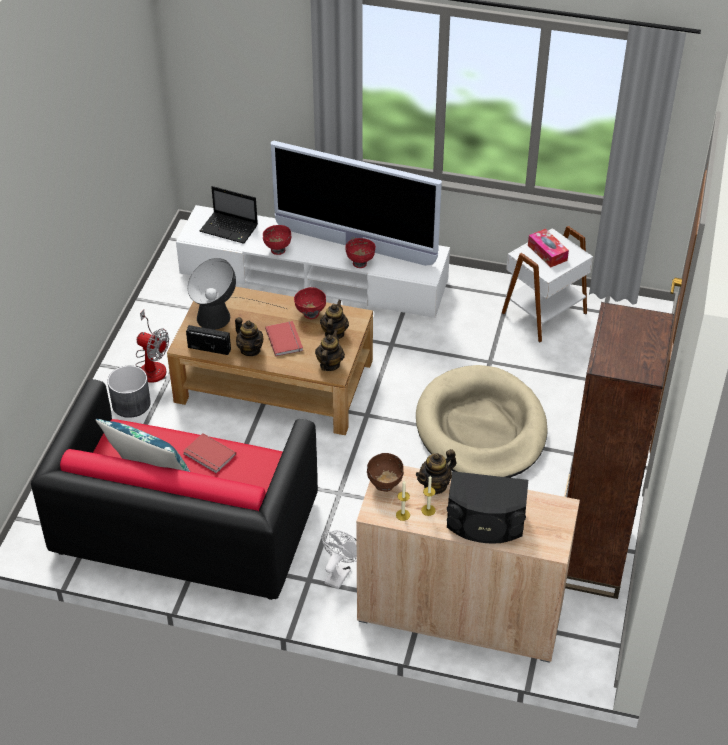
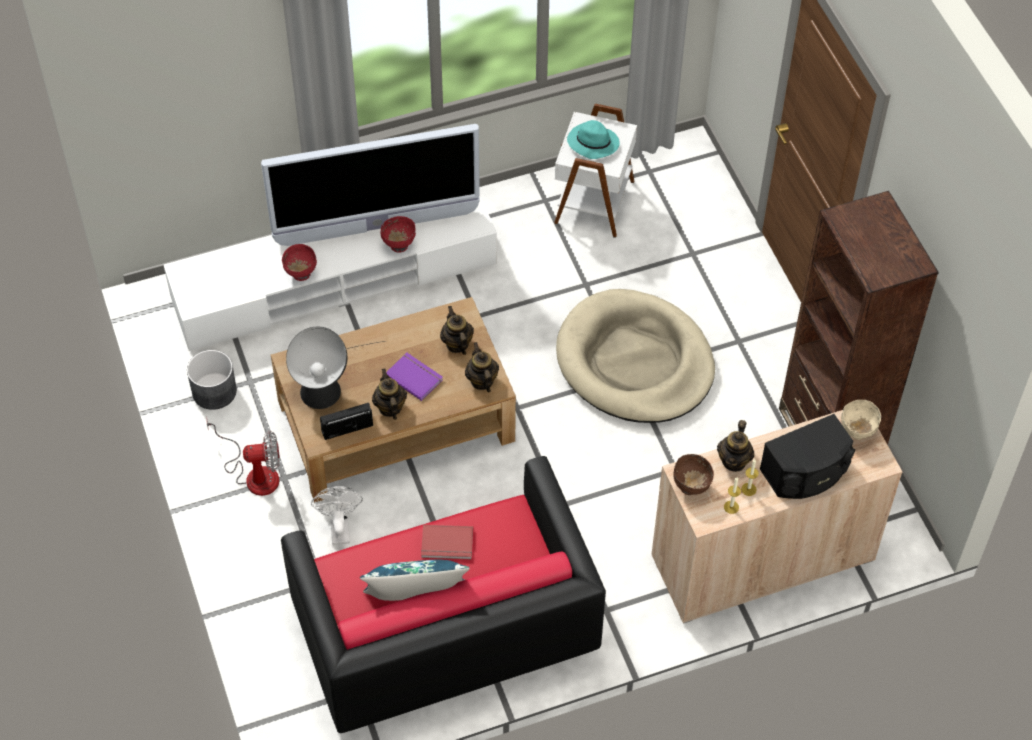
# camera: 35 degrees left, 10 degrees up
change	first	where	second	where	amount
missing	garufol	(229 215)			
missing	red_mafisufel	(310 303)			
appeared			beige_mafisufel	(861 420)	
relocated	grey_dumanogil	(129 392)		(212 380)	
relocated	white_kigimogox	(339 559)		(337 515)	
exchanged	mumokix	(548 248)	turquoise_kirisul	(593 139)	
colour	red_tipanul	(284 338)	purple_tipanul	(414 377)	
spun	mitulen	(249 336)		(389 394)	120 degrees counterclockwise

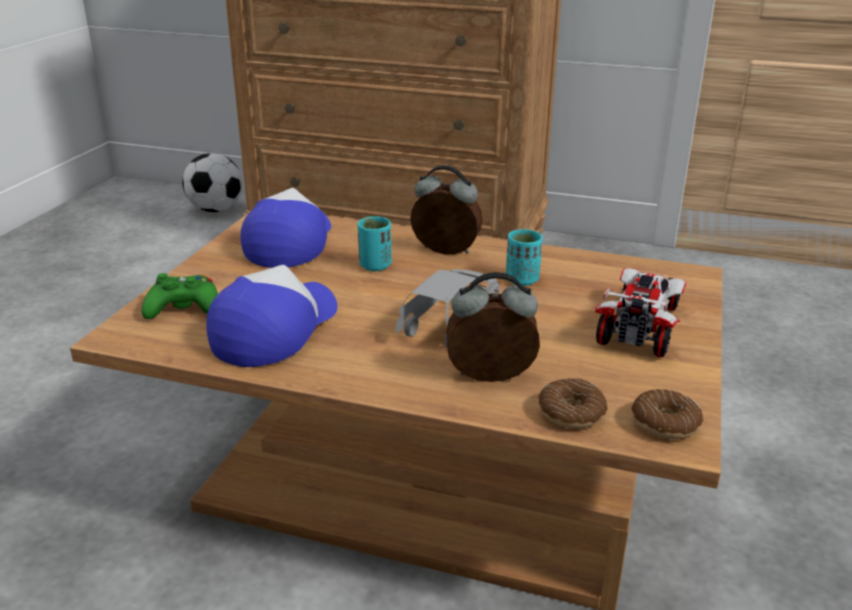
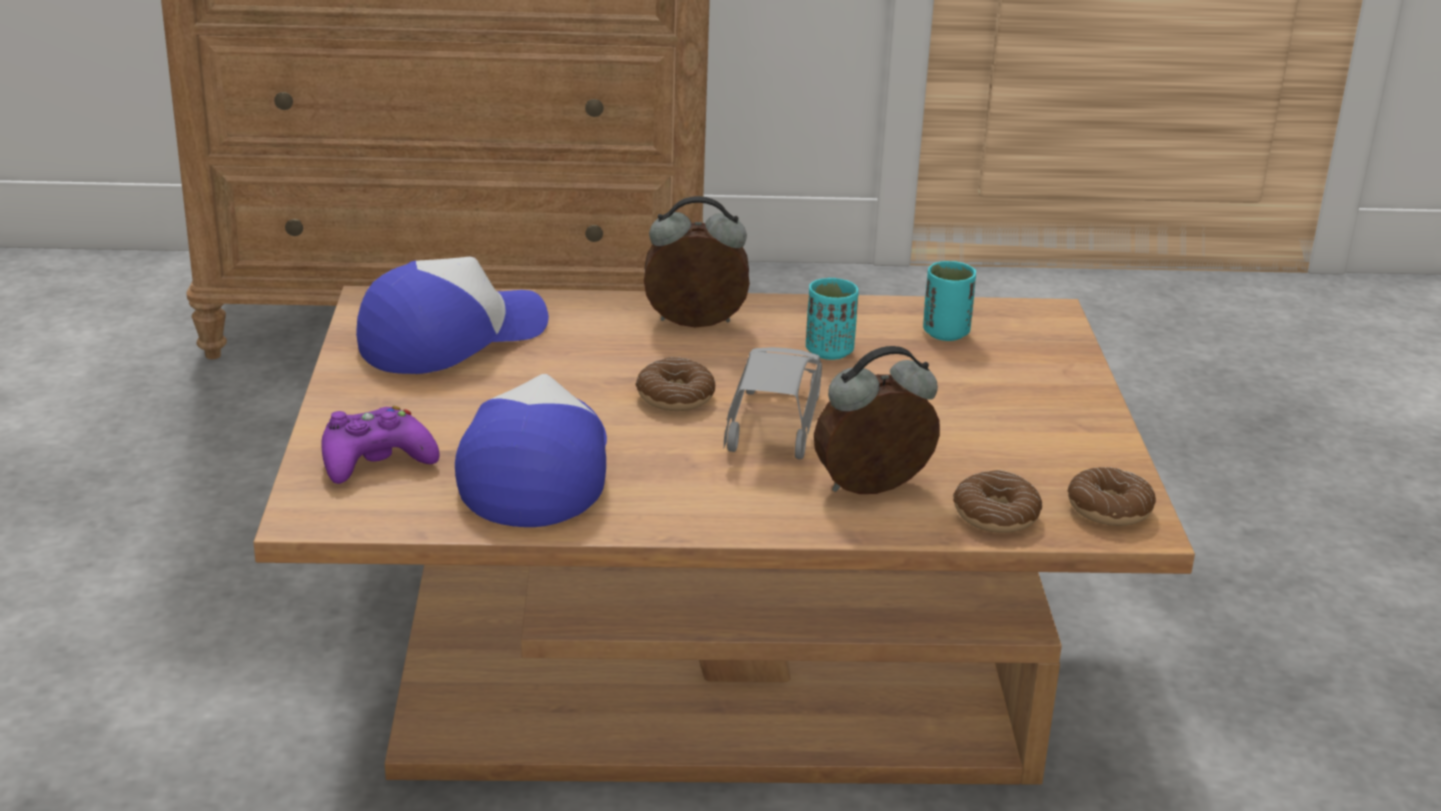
# camera: 20 degrees left, 0 degrees up
change	first	where	second	where	amount
missing	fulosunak	(212 182)			
missing	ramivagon	(641 312)			
appeared			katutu	(675 384)	
relocated	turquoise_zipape	(375 243)		(949 301)	
colour	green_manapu	(180 296)	purple_manapu	(380 445)	
spun	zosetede	(285 228)		(452 315)	60 degrees clockwise

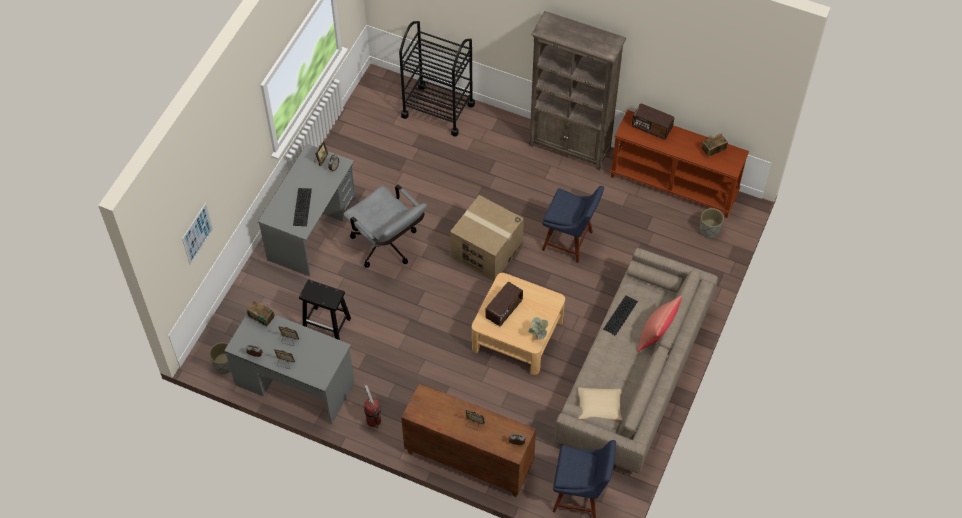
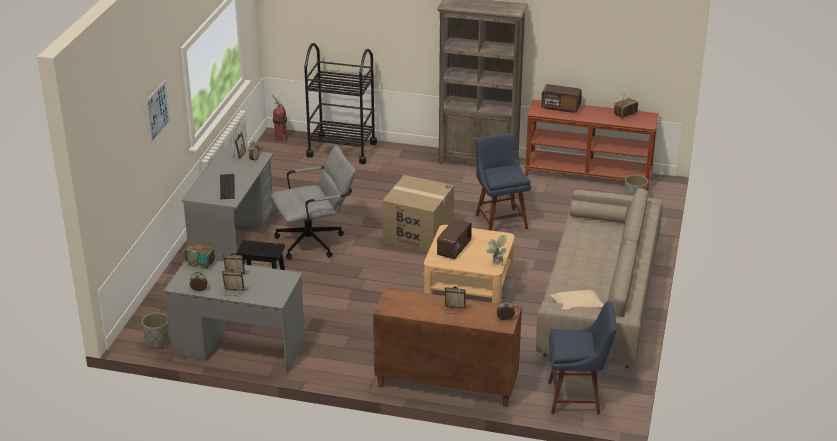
# camera: 10 degrees left, 25 degrees down
change	first	where	second	where	amount
missing	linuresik	(620 315)			
missing	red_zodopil	(659 324)			
relocated	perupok	(197 234)		(158 112)	
relocated	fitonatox	(372 407)		(279 118)	
spun	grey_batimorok	(385 226)		(313 202)	60 degrees counterclockwise
spun	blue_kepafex	(573 224)		(503 182)	120 degrees counterclockwise

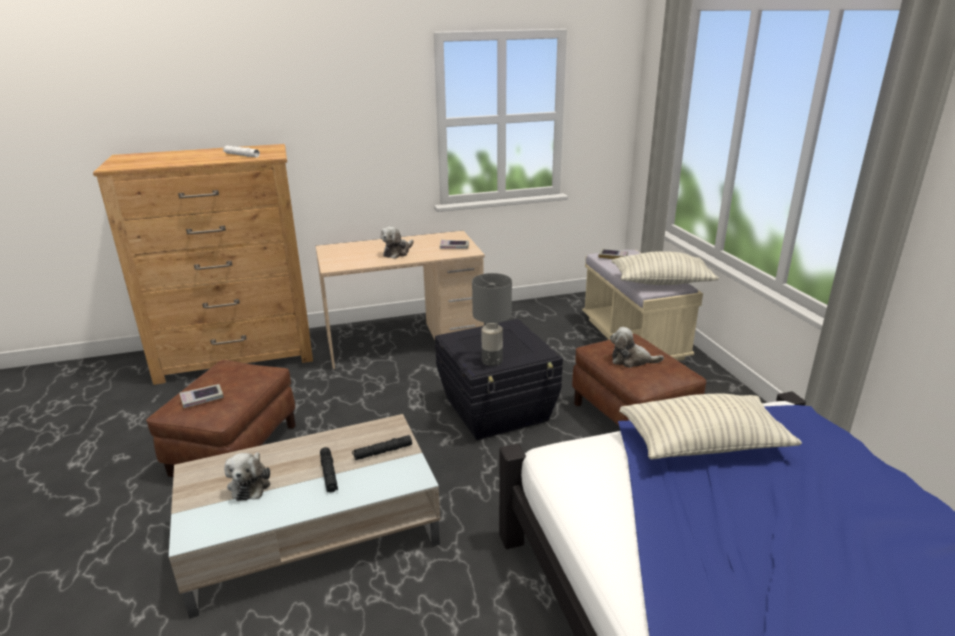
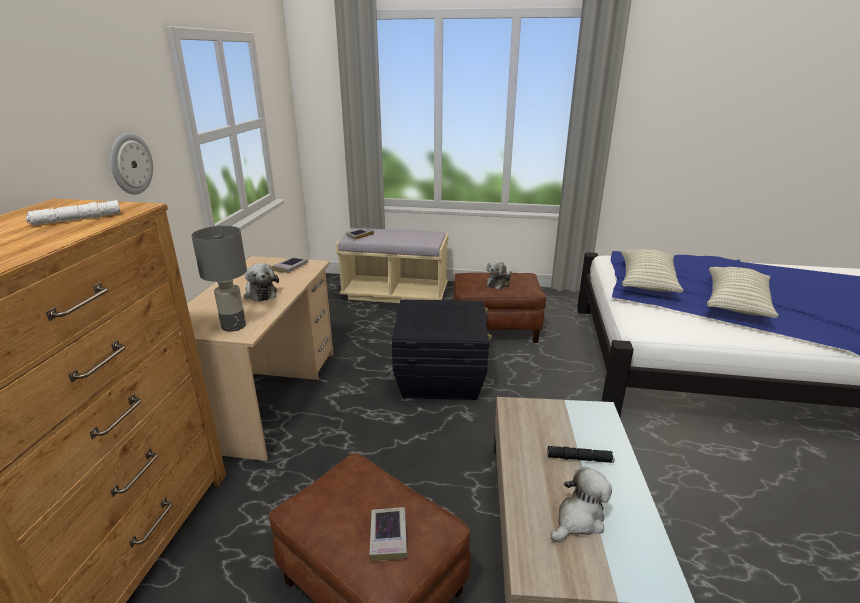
# camera: 65 degrees left, 0 degrees up
change	first	where	second	where	amount
missing	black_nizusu	(382 447)			
appeared			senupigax	(131 164)	
relocated	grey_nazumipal	(492 319)		(219 279)	
relocated	zodopil	(665 268)		(743 292)	
spun	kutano	(247 476)		(581 504)	60 degrees counterclockwise

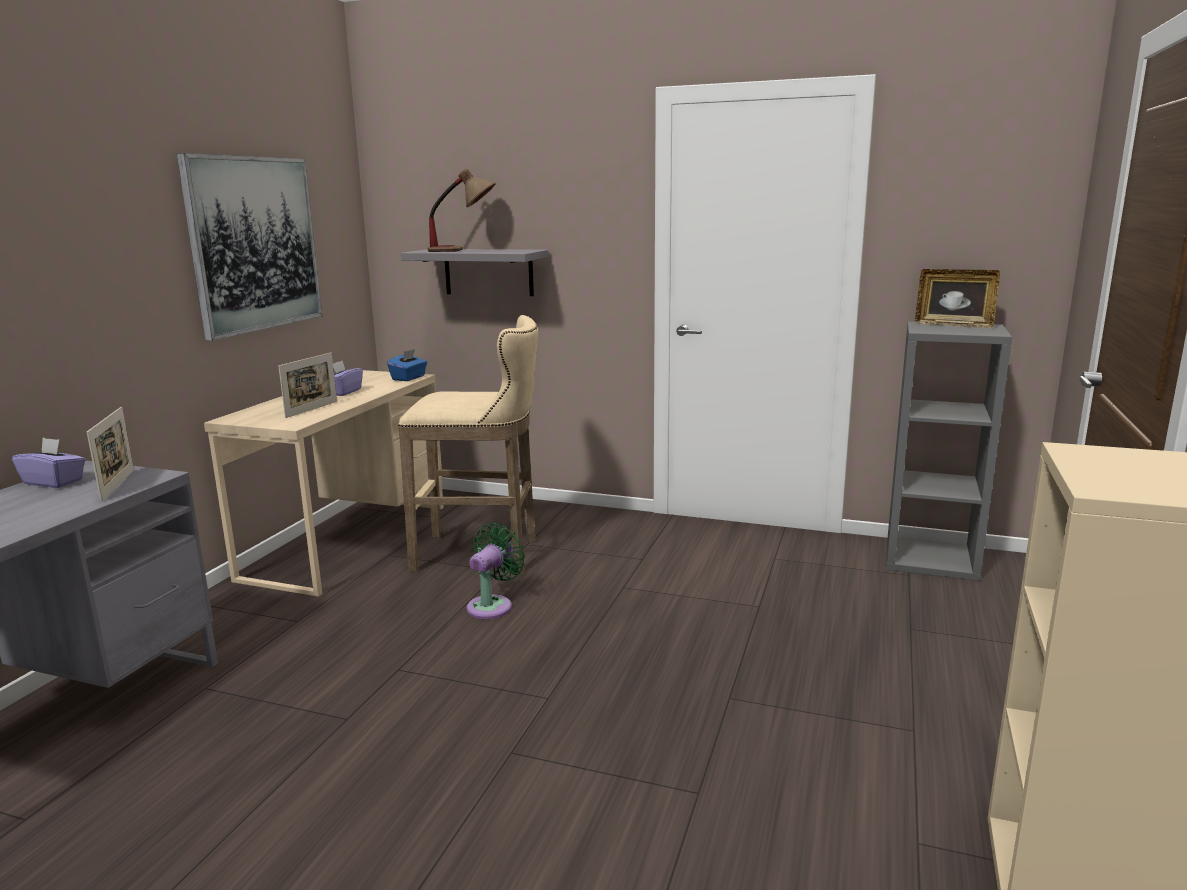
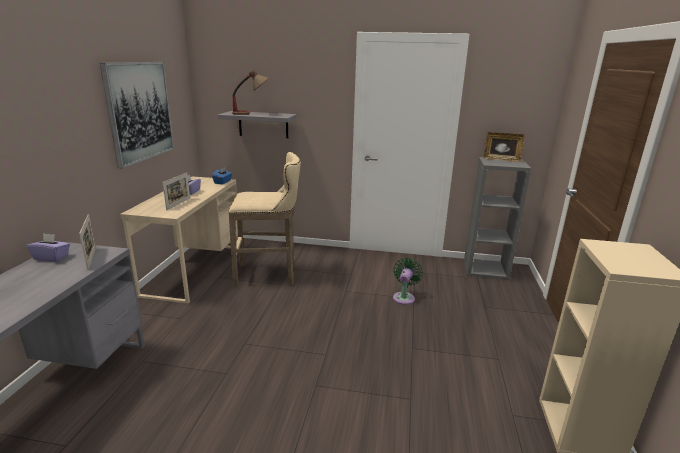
# camera: 10 degrees left, 5 degrees up
change	first	where	second	where	amount
relocated	green_kigimogox	(496 571)		(408 281)	

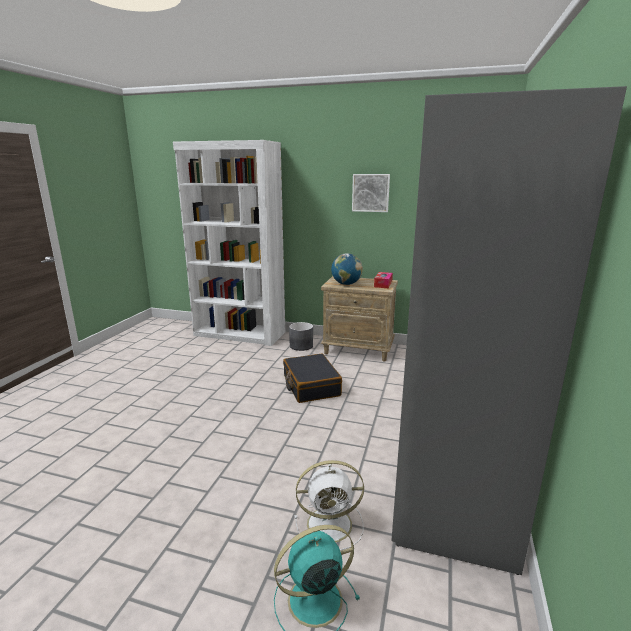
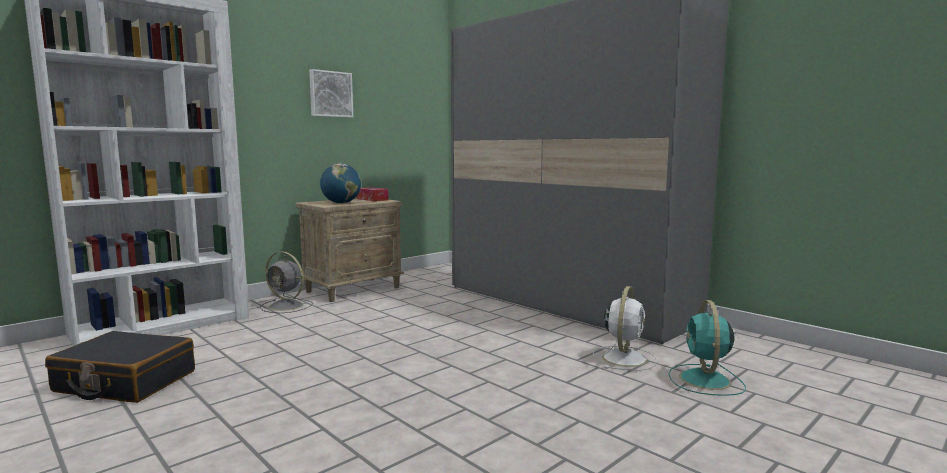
# camera: 60 degrees left, 10 degrees down
change	first	where	second	where	amount
relocated	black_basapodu	(312 378)		(120 367)	
exchanged	grey_dumanogil	(301 336)	grey_kigimogox	(286 282)	

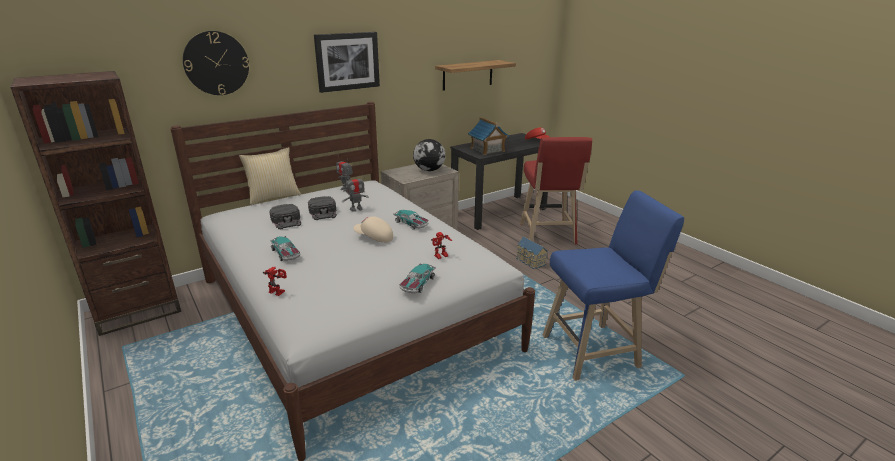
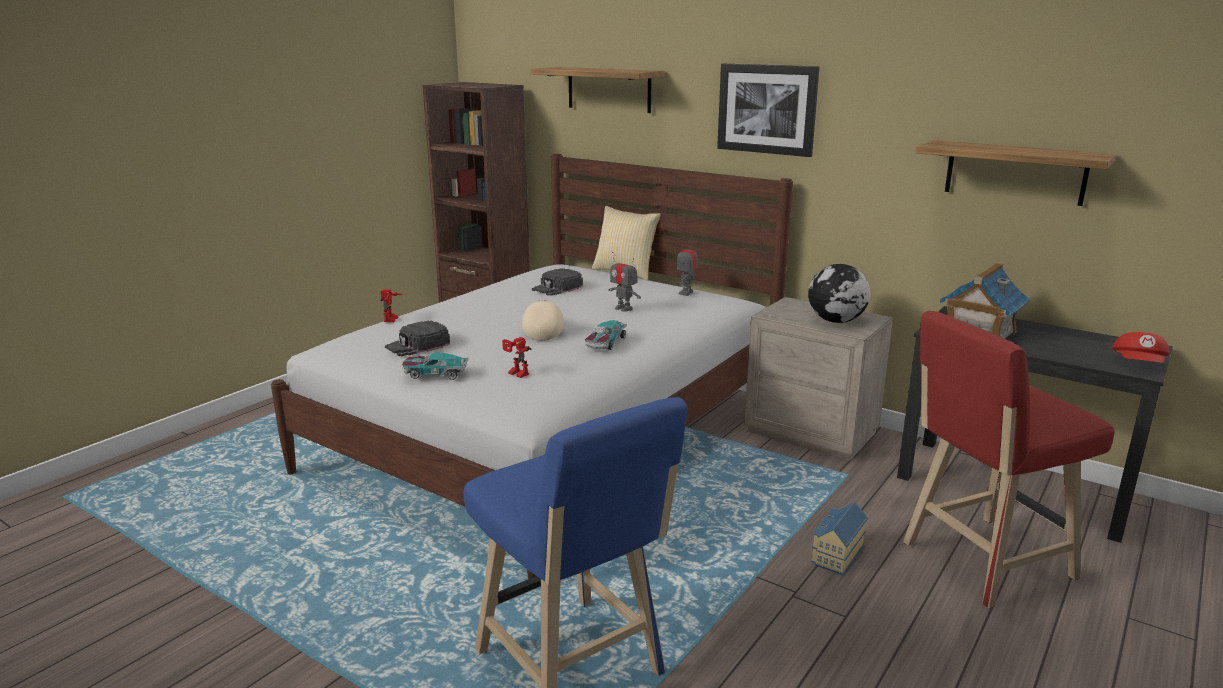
# camera: 70 degrees right, 5 degrees down
change	first	where	second	where	amount
missing	ramivagon	(285 248)			
relocated	black_zosetede	(322 208)		(417 338)	
exchanged	senupigax	(216 63)	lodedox	(597 90)	

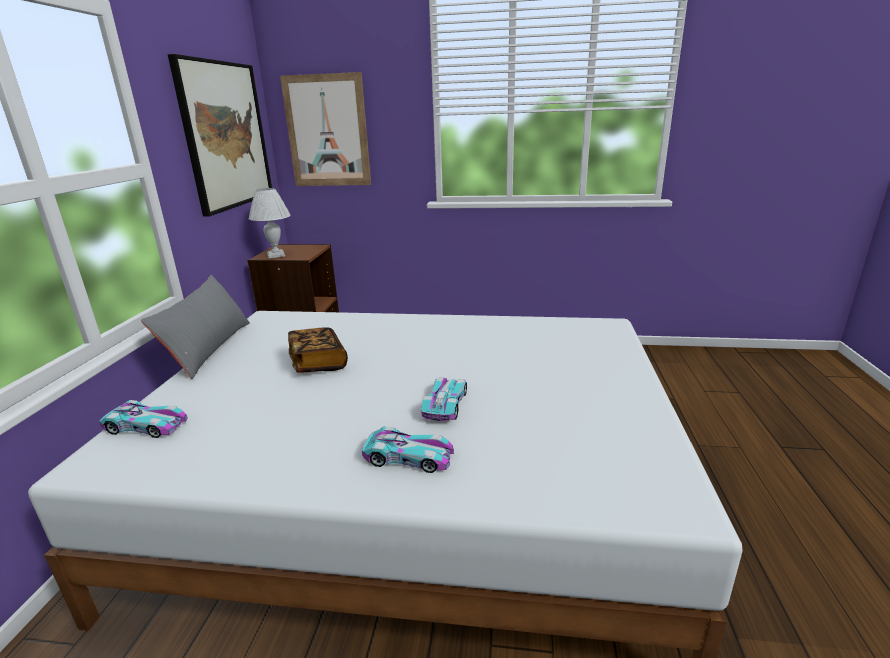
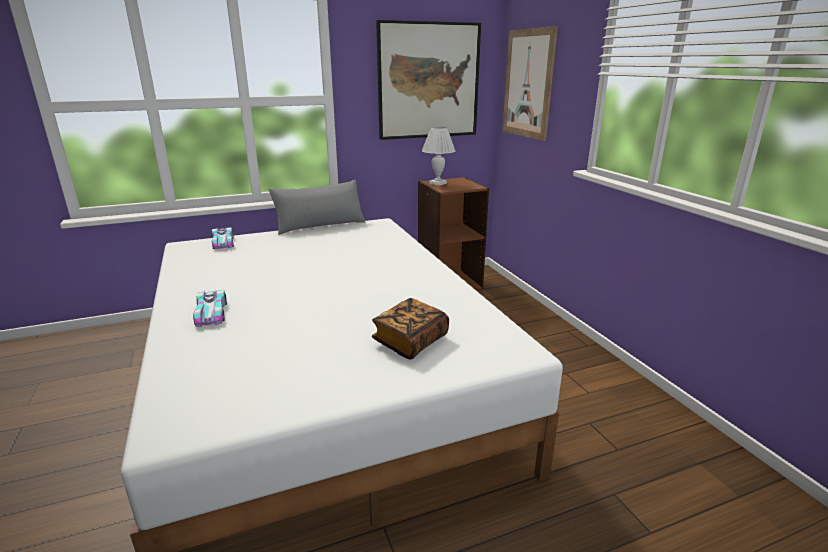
# camera: 60 degrees right, 0 degrees up
change	first	where	second	where	amount
missing	ramivagon	(444 399)			
relocated	tipanul	(318 350)		(410 328)	

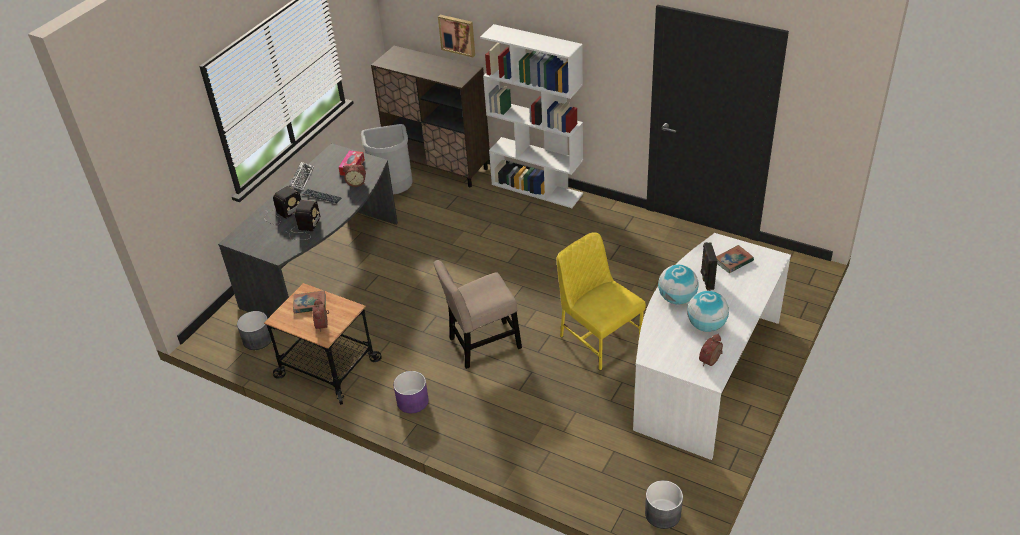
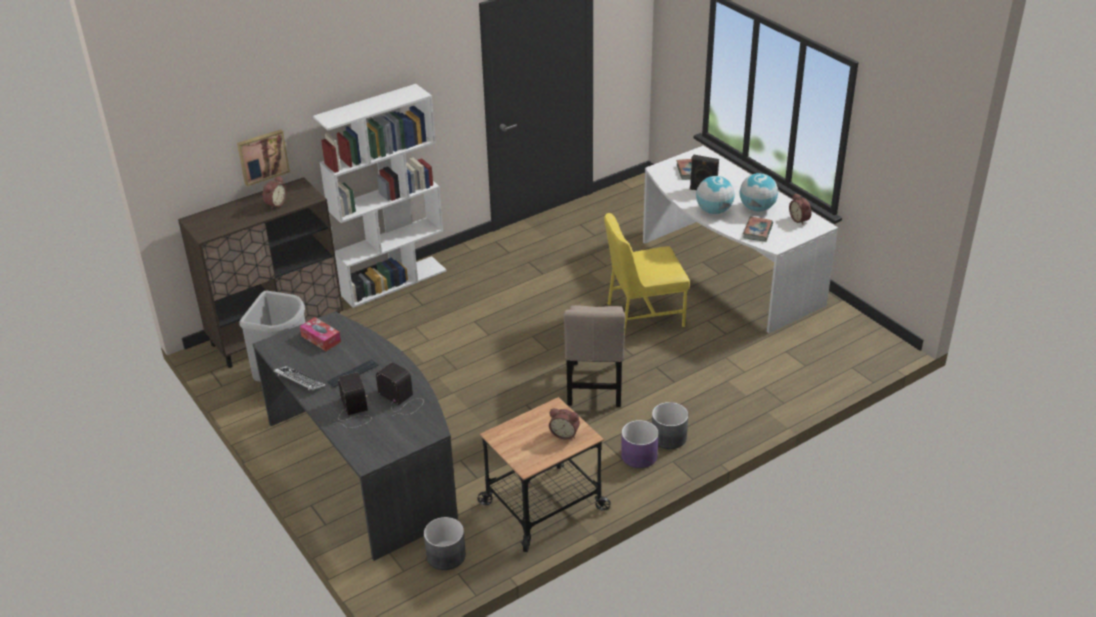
# camera: 65 degrees left, 5 degrees down
change	first	where	second	where	amount
relocated	tipanul	(309 301)		(758 229)	
relocated	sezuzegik	(354 176)		(274 192)	
relocated	grey_dumanogil	(664 504)		(670 425)	

